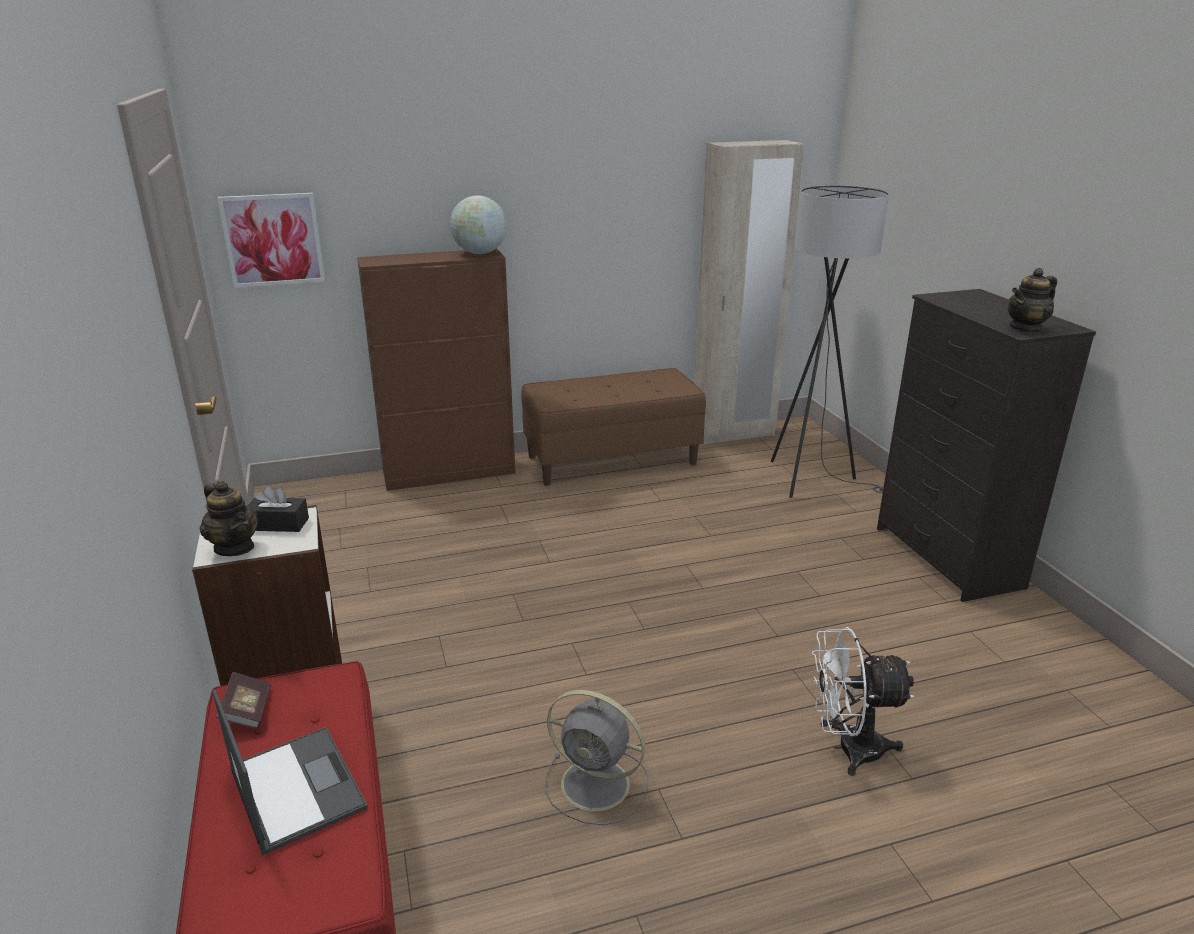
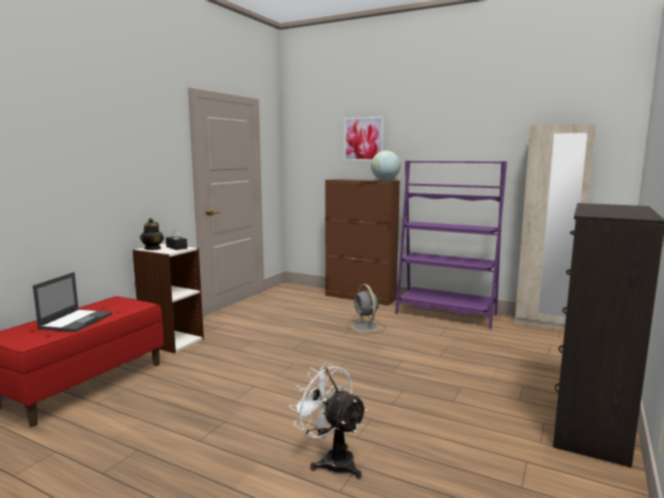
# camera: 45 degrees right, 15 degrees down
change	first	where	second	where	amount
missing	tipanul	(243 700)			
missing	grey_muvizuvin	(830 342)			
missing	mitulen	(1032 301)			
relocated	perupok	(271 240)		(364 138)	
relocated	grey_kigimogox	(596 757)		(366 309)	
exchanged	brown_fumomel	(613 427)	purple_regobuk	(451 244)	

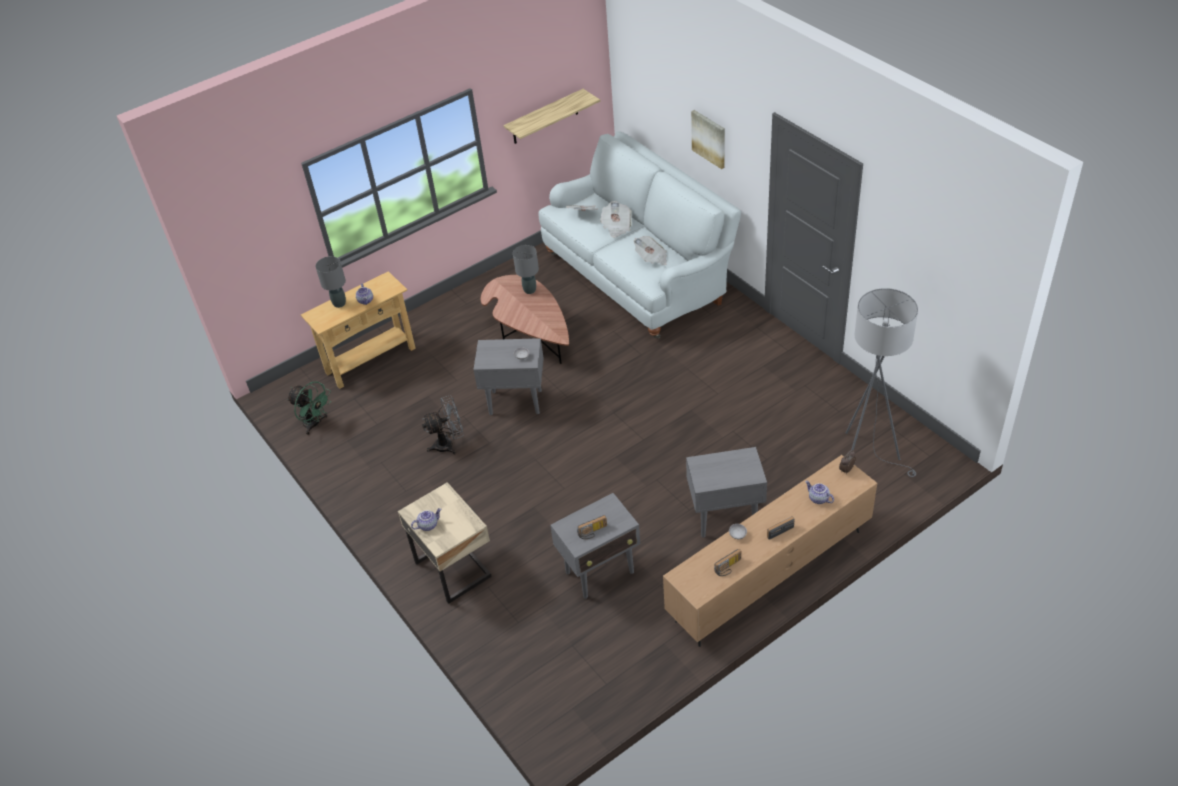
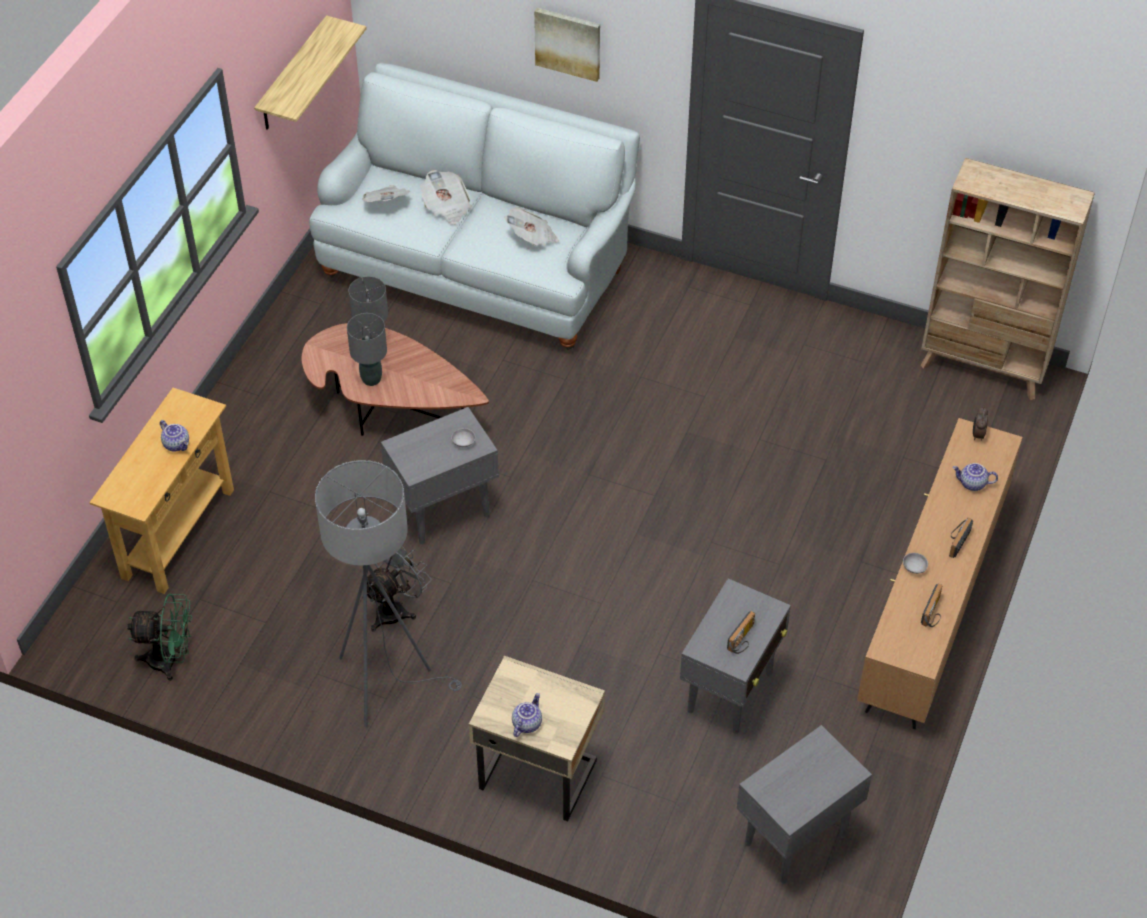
# camera: 35 degrees left, 5 degrees up
change	first	where	second	where	amount
appeared			beige_regobuk	(1008 279)	
relocated	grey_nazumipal	(330 282)		(367 349)	
relocated	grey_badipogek	(726 492)		(804 804)	
relocated	grey_muvizuvin	(881 382)		(388 593)	

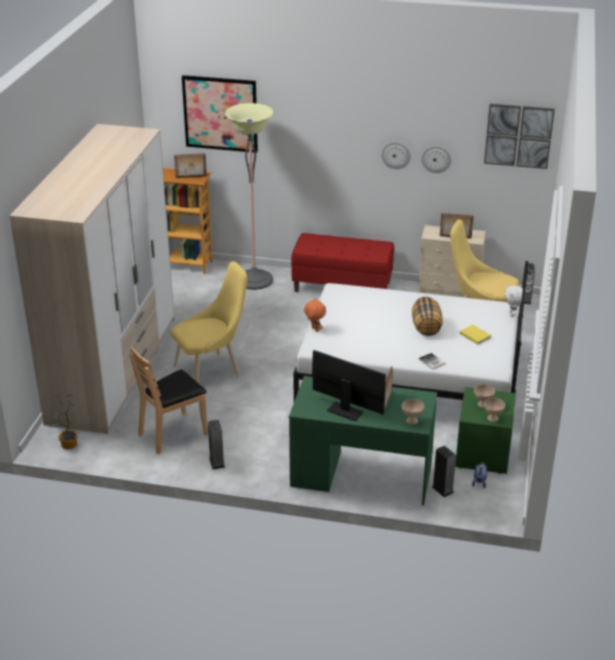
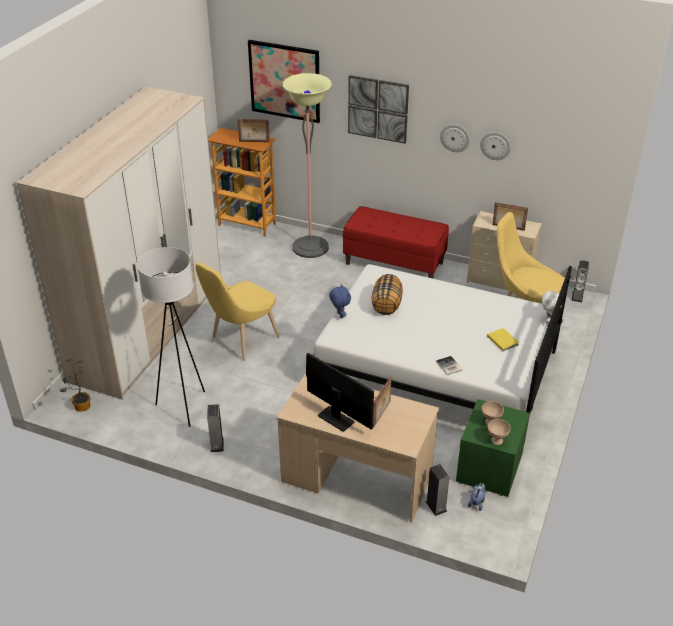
# camera: 10 degrees right, 5 degrees up
change	first	where	second	where	amount
missing	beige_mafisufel	(413 412)			
relocated	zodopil	(427 316)		(387 294)	
relocated	perupok	(519 136)		(378 109)	
exchanged	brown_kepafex	(168 400)	white_muvizuvin	(171 337)	
colour	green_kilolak	(363 441)	beige_kilolak	(358 448)	
colour	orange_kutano	(315 315)	blue_kutano	(340 301)	
spun	yellow_kepafex	(209 321)		(237 311)	150 degrees clockwise

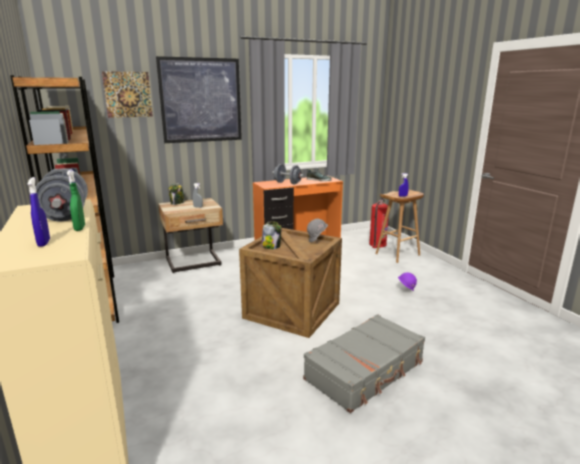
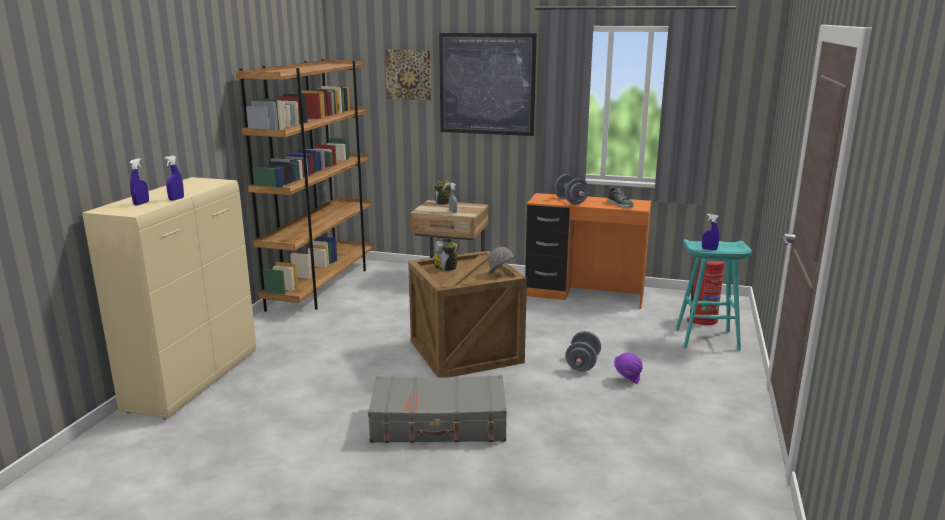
# camera: 40 degrees right, 0 degrees up
change	first	where	second	where	amount
relocated	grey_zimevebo	(61 194)		(583 351)	
colour	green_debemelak	(76 200)	blue_debemelak	(174 178)	
colour	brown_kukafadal	(400 226)	turquoise_kukafadal	(714 295)	

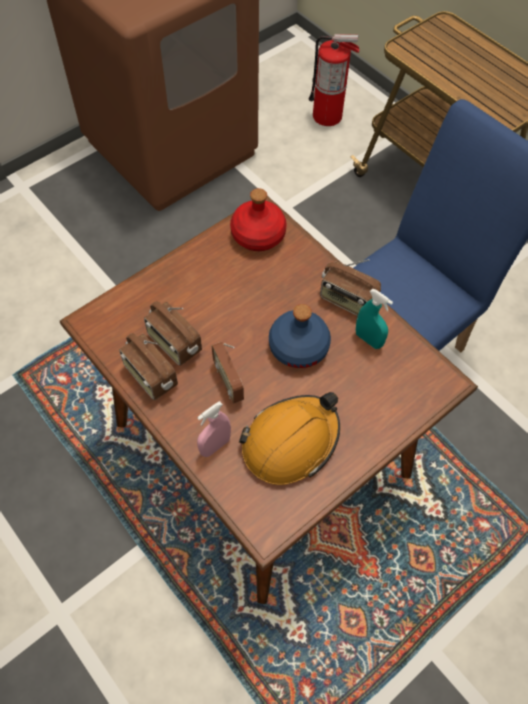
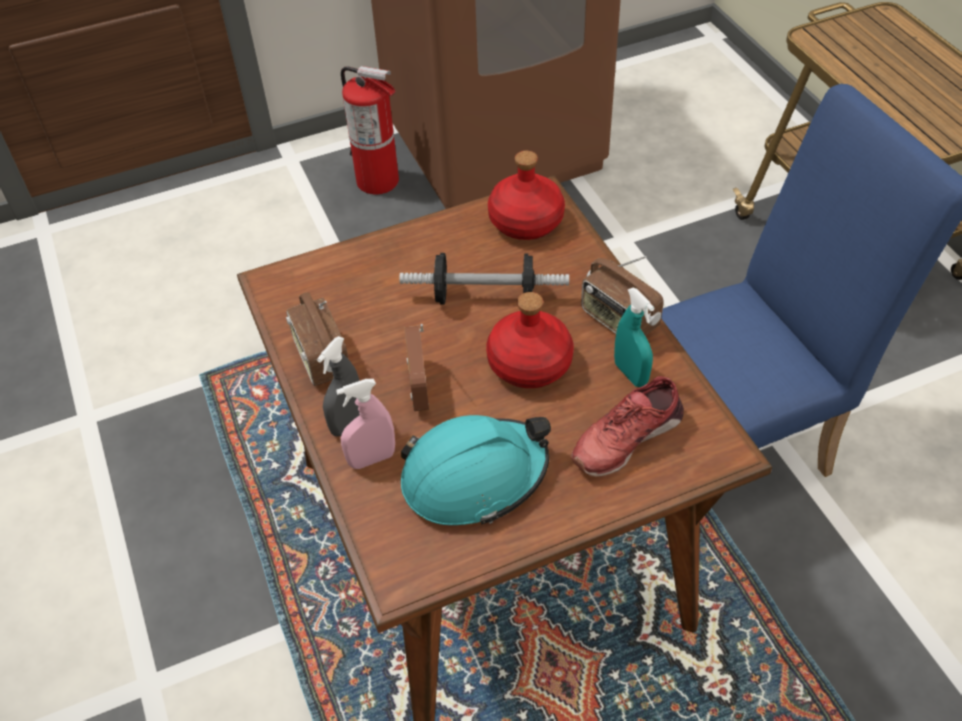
# camera: 20 degrees right, 10 degrees down
change	first	where	second	where	amount
missing	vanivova	(173 333)			
appeared			grey_debemelak	(338 386)	
appeared			zimevebo	(484 278)	
appeared			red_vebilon	(627 426)	
relocated	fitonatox	(334 80)		(370 130)	
colour	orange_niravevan	(289 438)	turquoise_niravevan	(476 470)	
colour	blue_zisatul	(300 336)	red_zisatul	(530 340)	

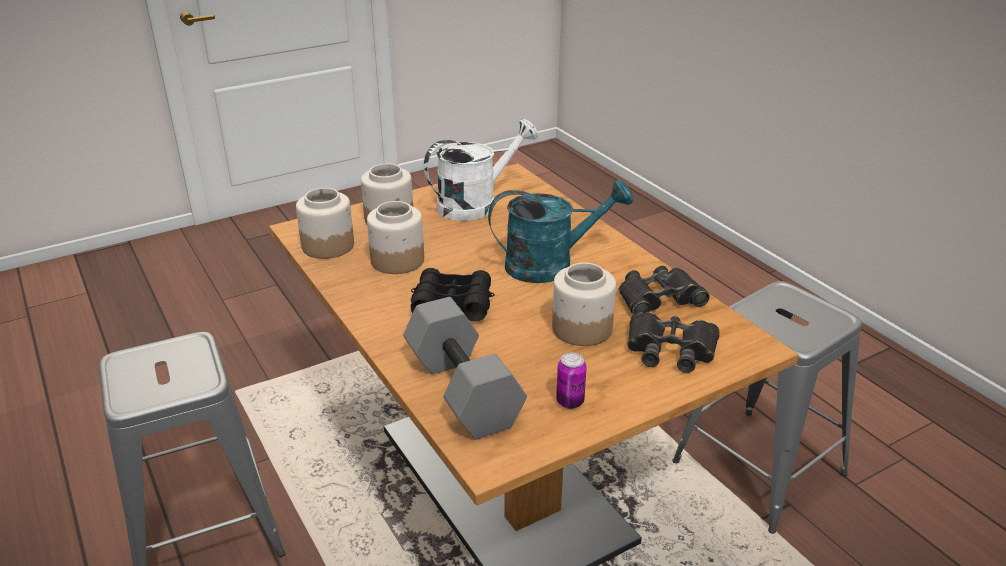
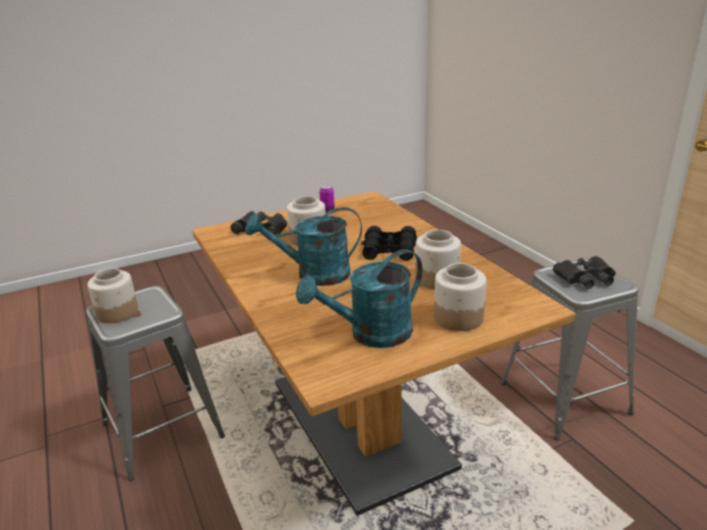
# camera: 175 degrees left, 5 degrees down
change	first	where	second	where	amount
missing	grey_zimevebo	(465 368)			
relocated	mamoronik	(325 223)		(112 295)	
relocated	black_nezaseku	(664 290)		(584 272)	
colour	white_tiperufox	(481 170)	turquoise_tiperufox	(359 298)	

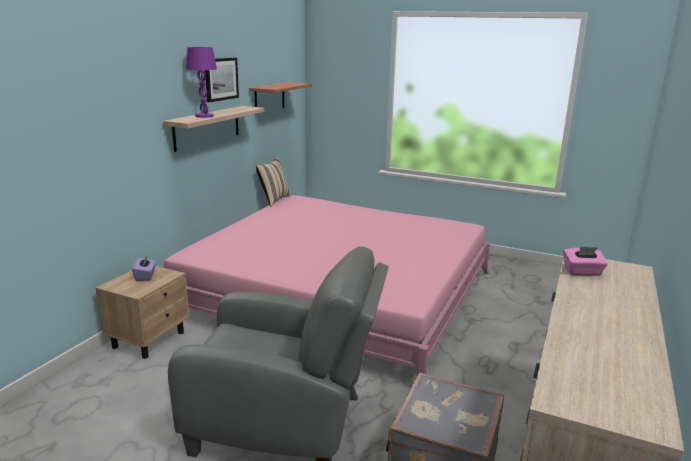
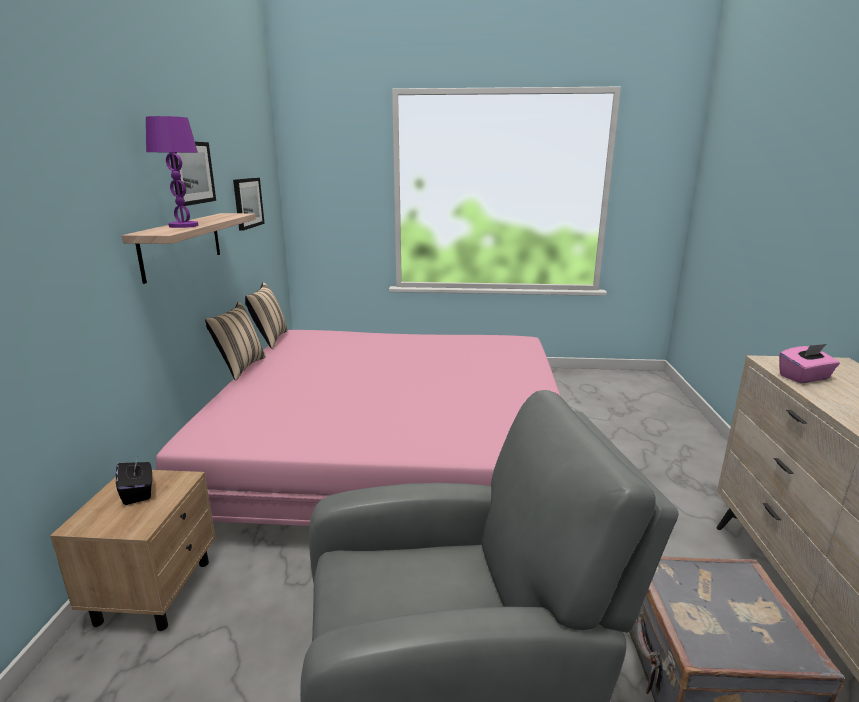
# camera: 20 degrees left, 0 degrees up
change	first	where	second	where	amount
appeared			beige_zodopil	(235 341)	
exchanged	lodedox	(280 95)	perupok	(249 204)	
colour	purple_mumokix	(144 268)	black_mumokix	(134 480)	

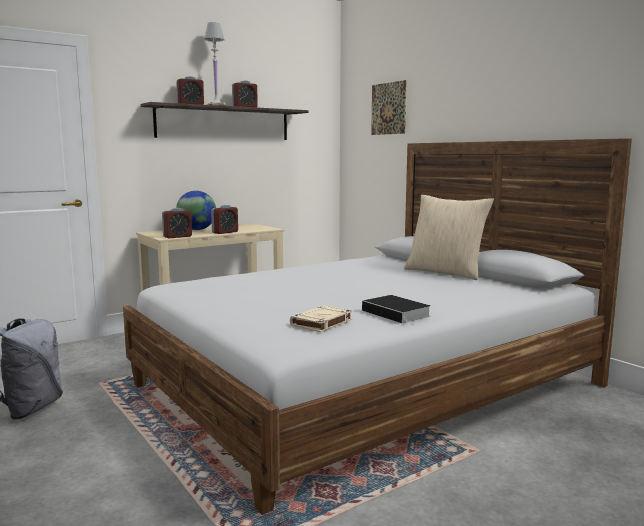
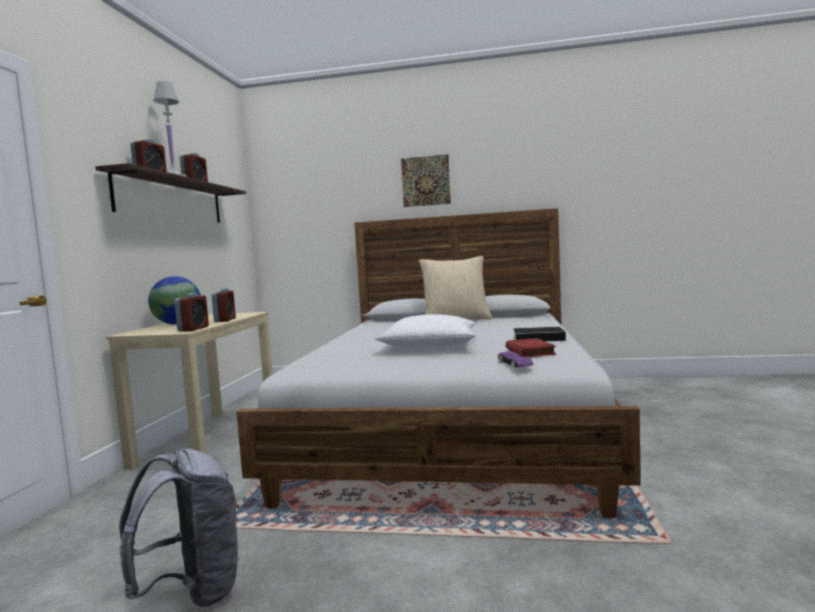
# camera: 45 degrees left, 5 degrees down
change	first	where	second	where	amount
appeared			white_zodopil	(425 331)	
appeared			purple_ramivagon	(515 359)	
relocated	perupok	(389 107)		(426 180)	
colour	beige_tipanul	(321 318)	red_tipanul	(530 347)	

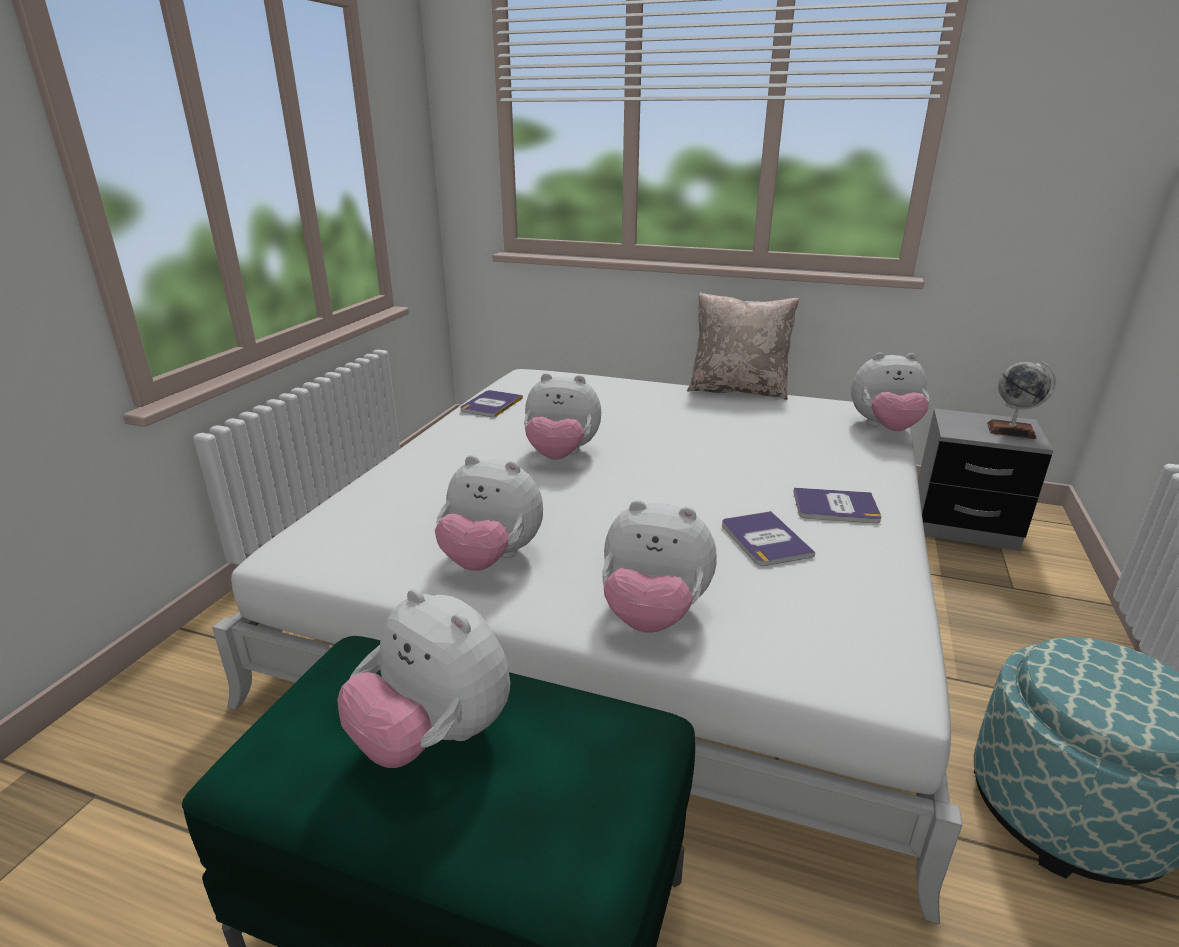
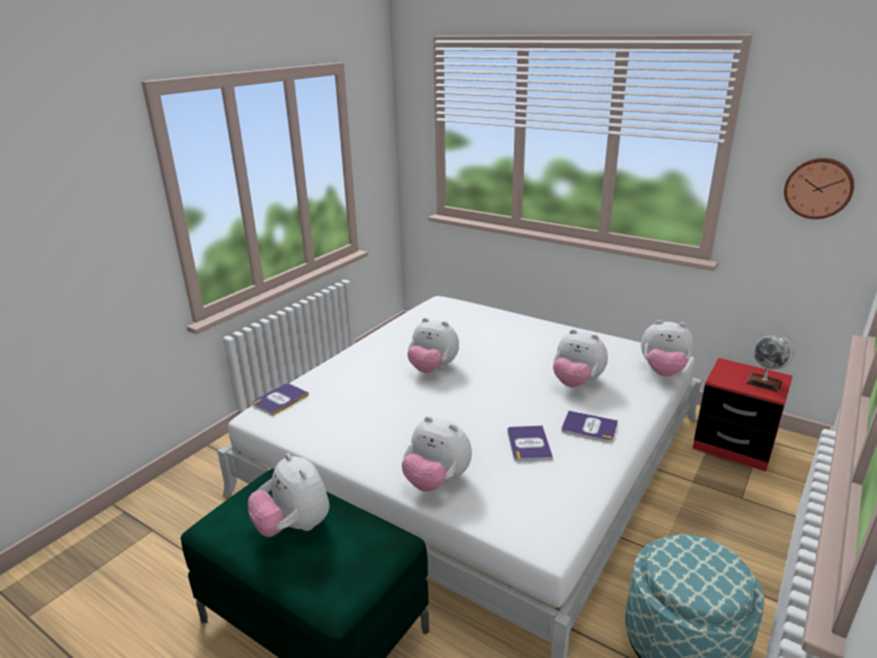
# camera: 15 degrees right, 0 degrees up
change	first	where	second	where	amount
missing	beige_zodopil	(743 346)			
appeared			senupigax	(819 188)	
relocated	kutano	(489 513)		(580 358)	
relocated	tipanul	(491 404)		(281 399)	
colour	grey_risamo	(985 479)	red_risamo	(743 415)	

